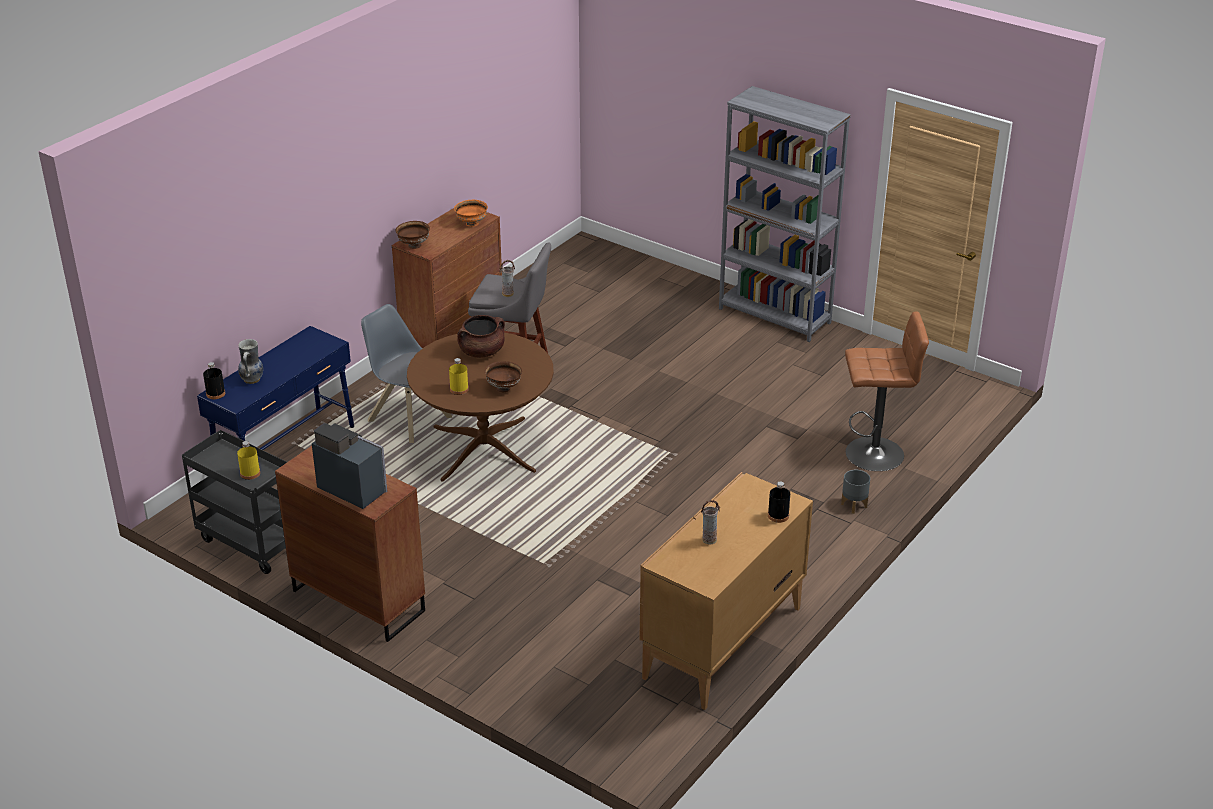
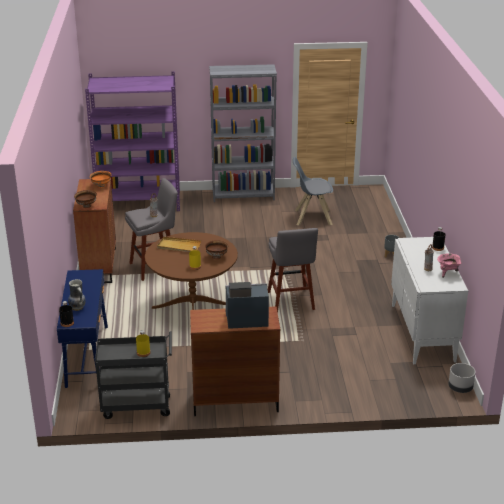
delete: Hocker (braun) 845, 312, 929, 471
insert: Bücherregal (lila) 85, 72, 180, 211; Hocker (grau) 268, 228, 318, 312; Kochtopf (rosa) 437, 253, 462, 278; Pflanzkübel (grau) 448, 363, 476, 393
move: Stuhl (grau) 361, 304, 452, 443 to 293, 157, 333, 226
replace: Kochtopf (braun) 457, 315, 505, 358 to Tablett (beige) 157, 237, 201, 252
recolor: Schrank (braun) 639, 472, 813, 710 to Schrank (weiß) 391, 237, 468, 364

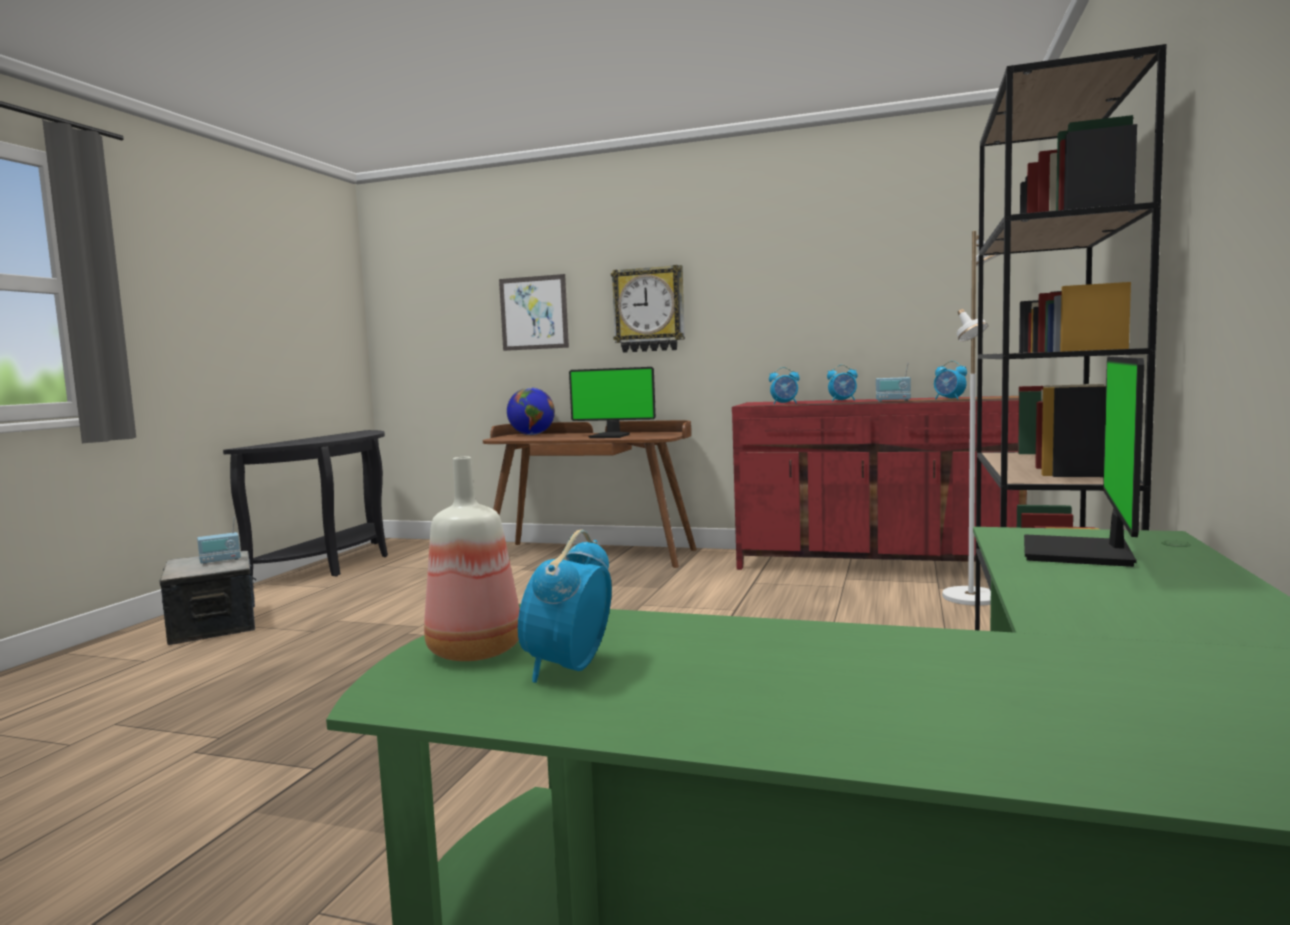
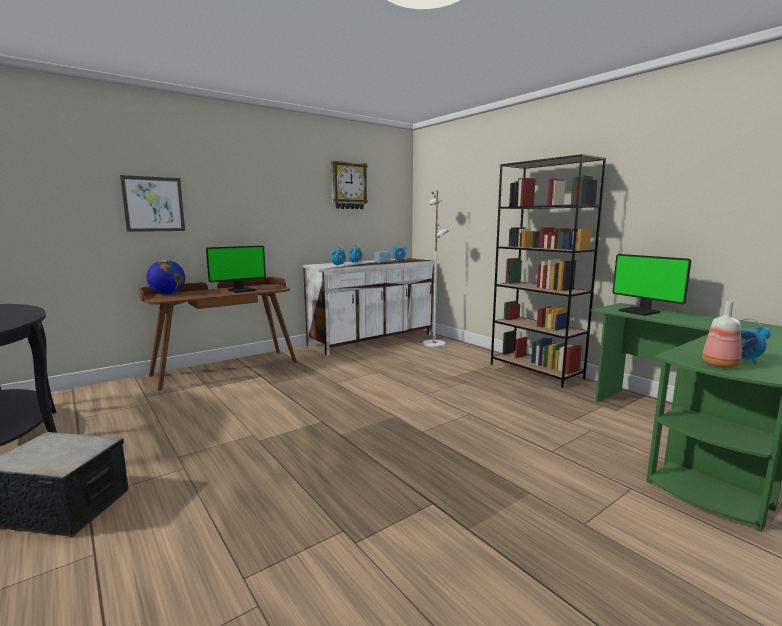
delete: Radio 197, 517, 241, 565
move: Wanduhr 611, 265, 685, 352 to 331, 161, 368, 209
recolor: Schrank (rot) 732, 396, 1027, 570 to Schrank (weiß) 303, 258, 434, 356

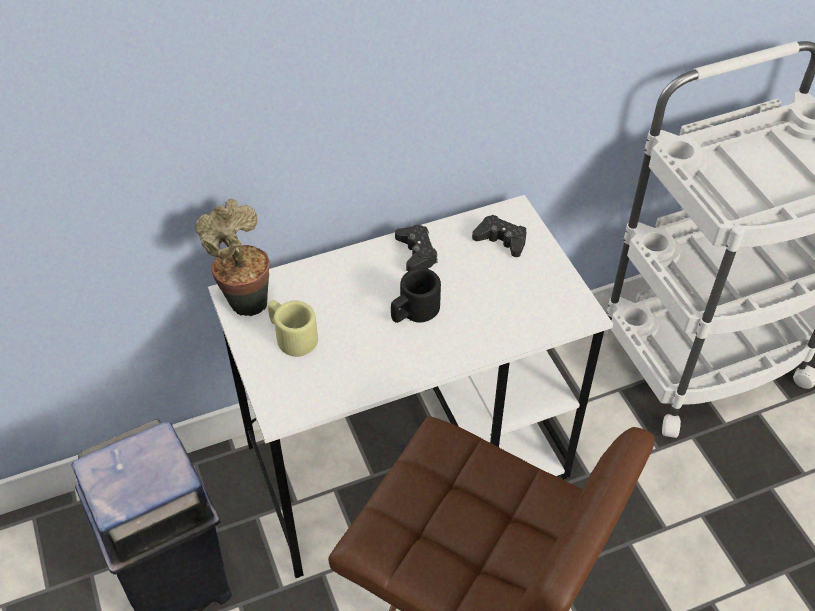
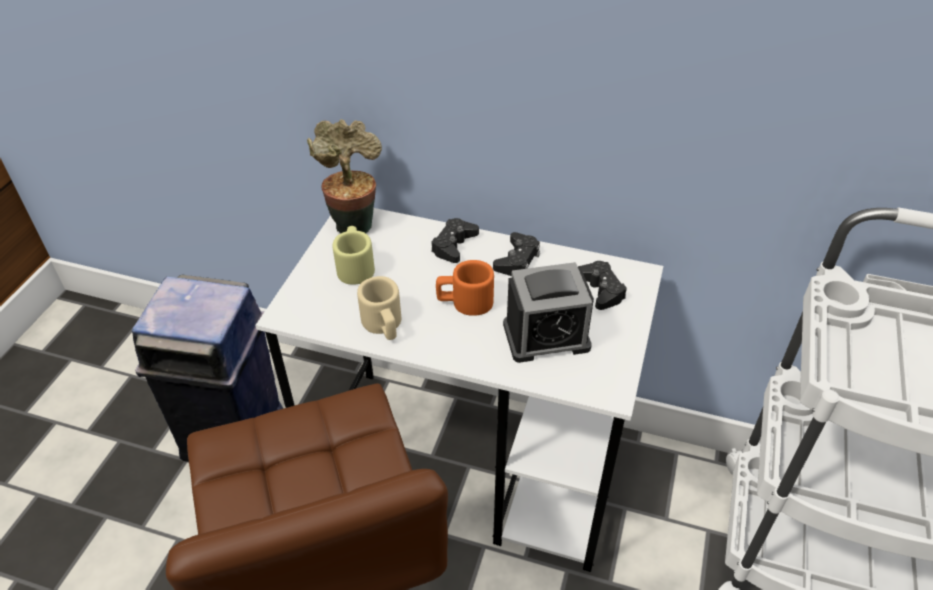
insert: Henkelbecher (beige) 357, 276, 401, 340; Gamepad (schwarz) 431, 218, 479, 263; Wecker 503, 262, 594, 363
recolor: Henkelbecher (schwarz) 391, 268, 441, 323 to Henkelbecher (orange) 436, 260, 494, 316

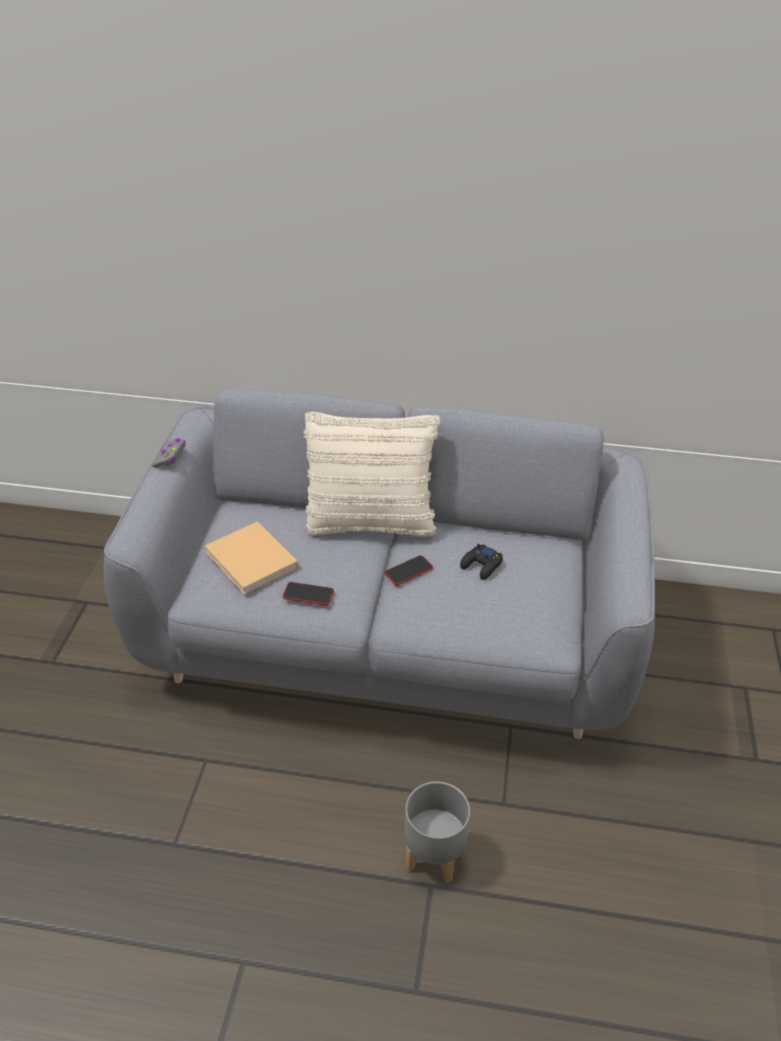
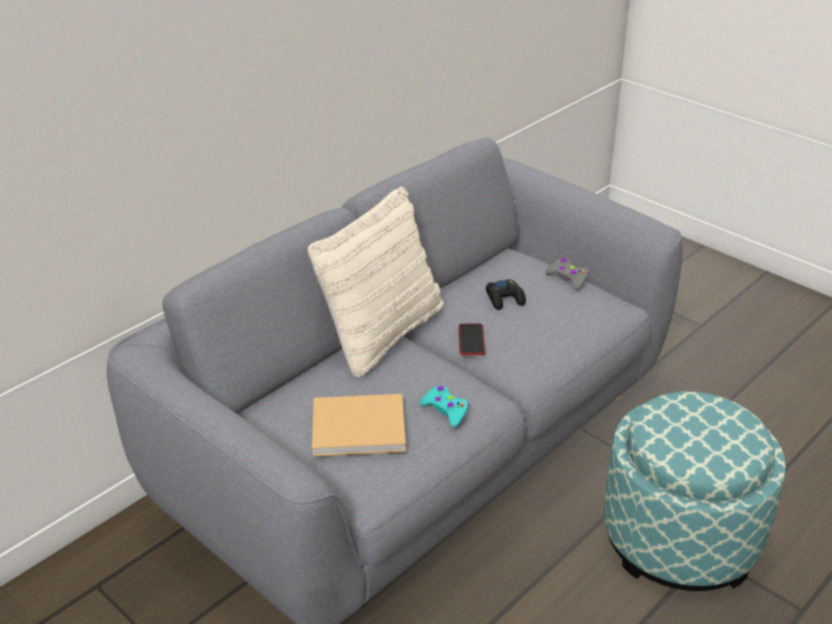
move: Gamepad (grau) 152, 438, 186, 467 to 546, 258, 589, 290
replace: Handy 283, 582, 334, 606 to Gamepad (türkis) 420, 385, 469, 427; Pflanzkübel (grau) 405, 781, 470, 883 to Polsterhocker 603, 391, 786, 591

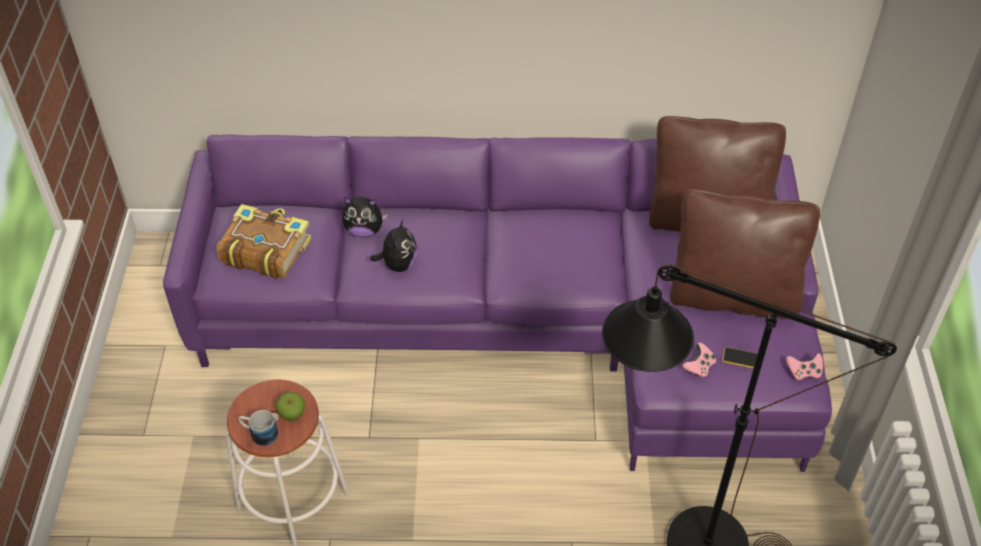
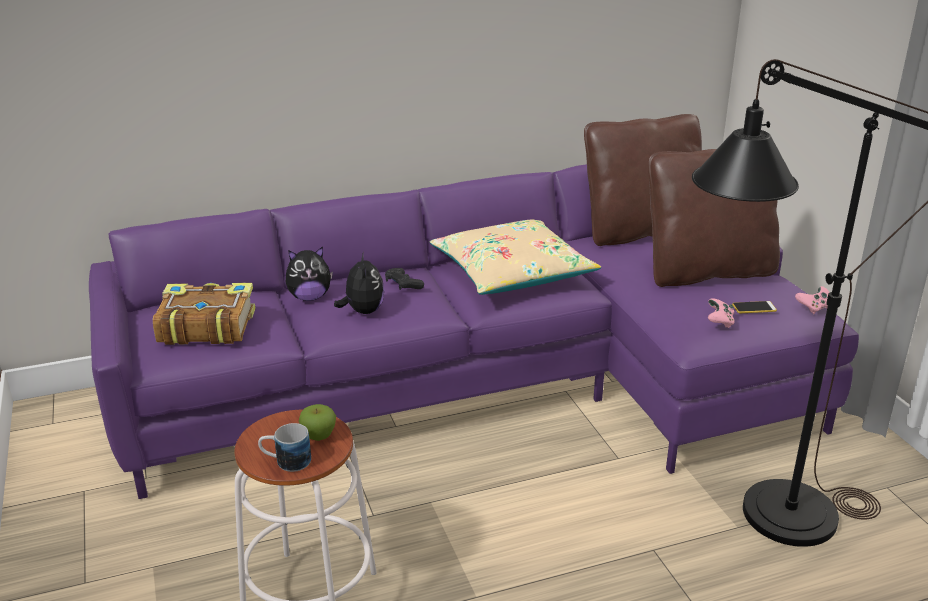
insert: Gamepad (schwarz) 385, 268, 424, 290; Kissen (beige) 430, 220, 601, 295

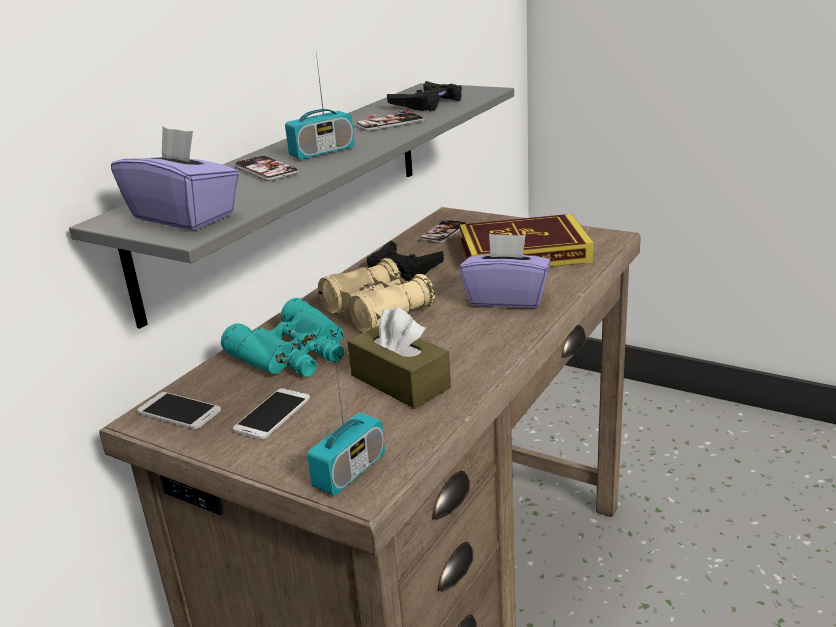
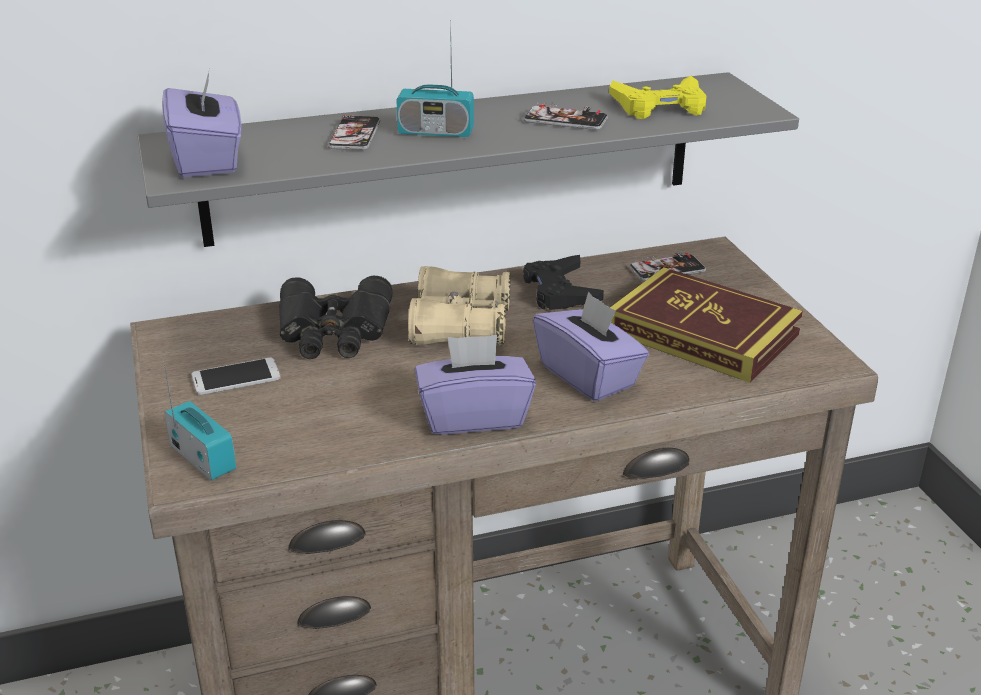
delete: Handy 137, 392, 221, 429; Taschentuchbox (braun) 347, 307, 451, 408
insert: Taschentuchbox (lila) 415, 335, 536, 434
recolor: Fernglas (türkis) 221, 298, 344, 377 to Fernglas (schwarz) 279, 276, 392, 359; Gamepad (schwarz) 387, 81, 462, 111 to Gamepad (gelb) 609, 76, 707, 119
rotate: Radio 307, 354, 385, 496 = 162, 353, 236, 481 120 degrees counterclockwise

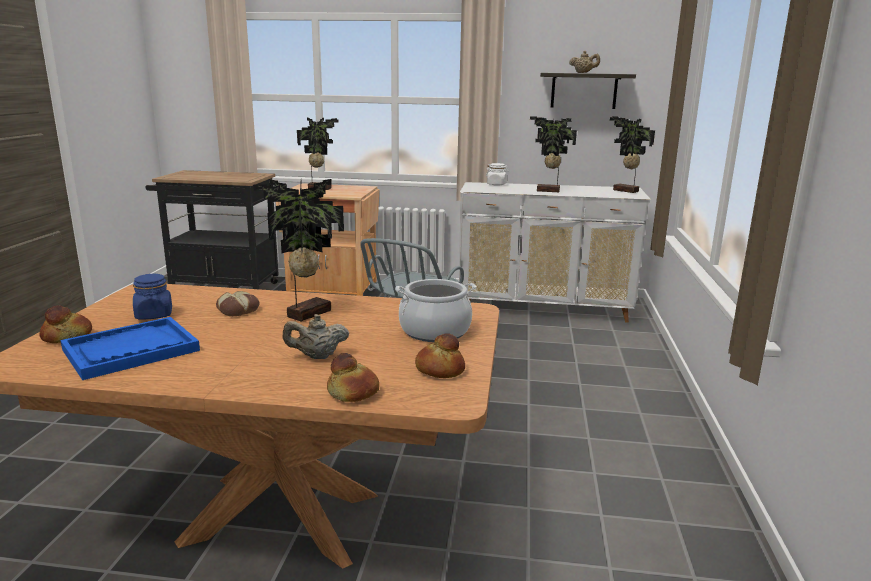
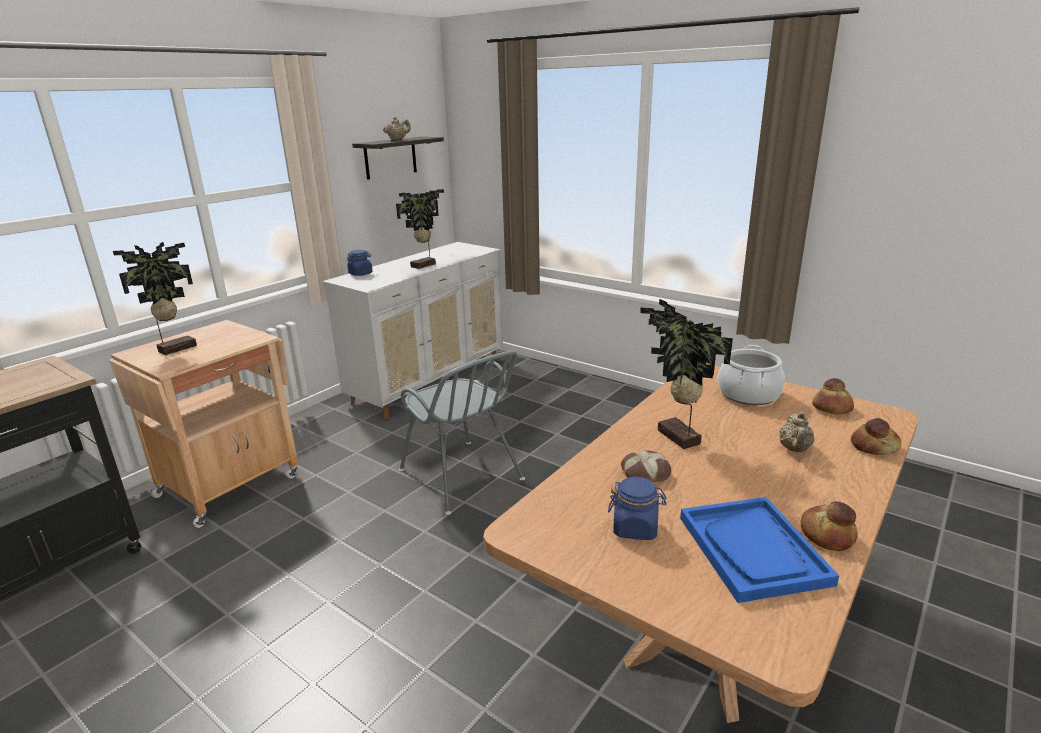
delete: Topfpflanze 610, 116, 655, 193
move: Brot 39, 305, 92, 343 to 801, 501, 858, 551
recolor: Vorratsglas (weiß) 486, 163, 509, 186 to Vorratsglas (blau) 347, 250, 373, 276

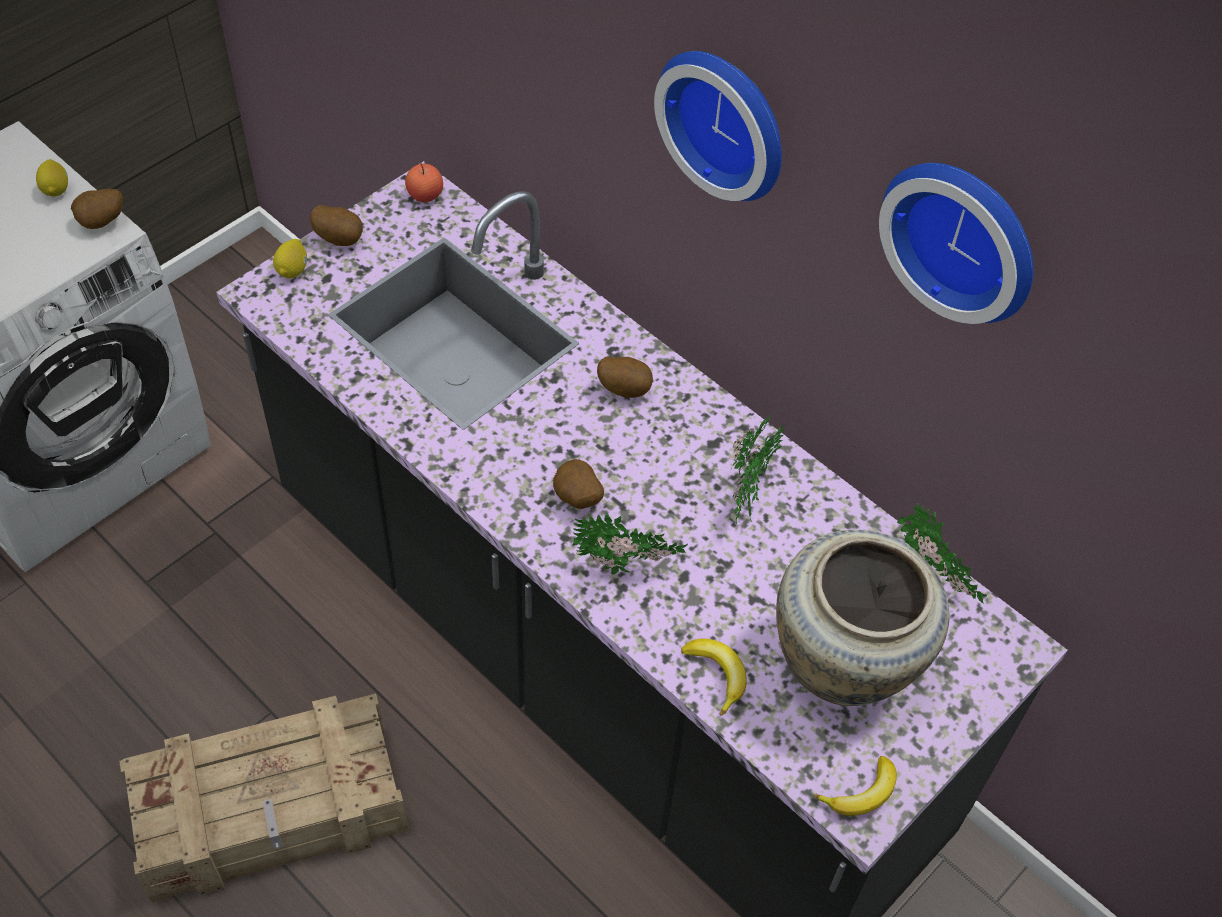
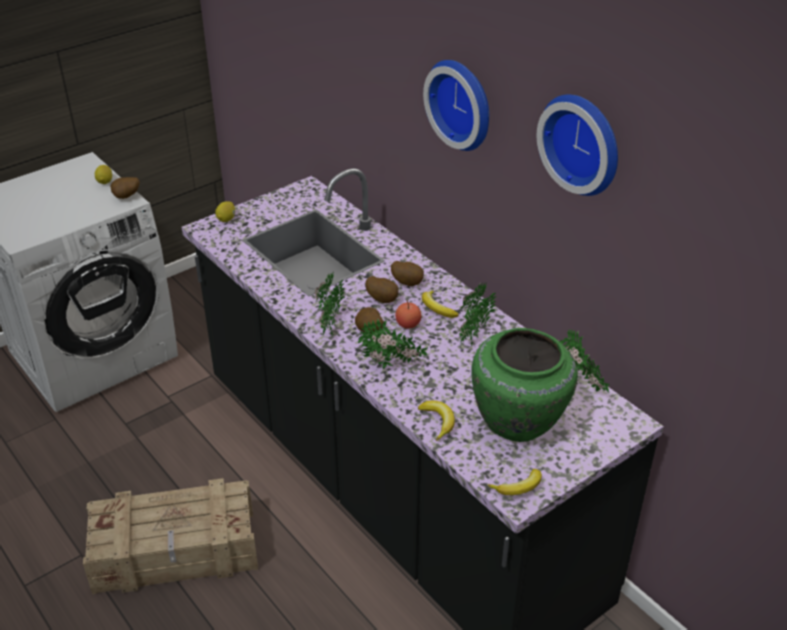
insert: Topfpflanze 314, 273, 345, 337; Banane 422, 290, 459, 318
move: Kartoffel 310, 205, 363, 246 to 365, 276, 399, 303; Apfel 405, 162, 443, 202 to 395, 300, 421, 329
recolor: Vase (beige) 776, 530, 950, 706 to Vase (grün) 471, 328, 578, 442

